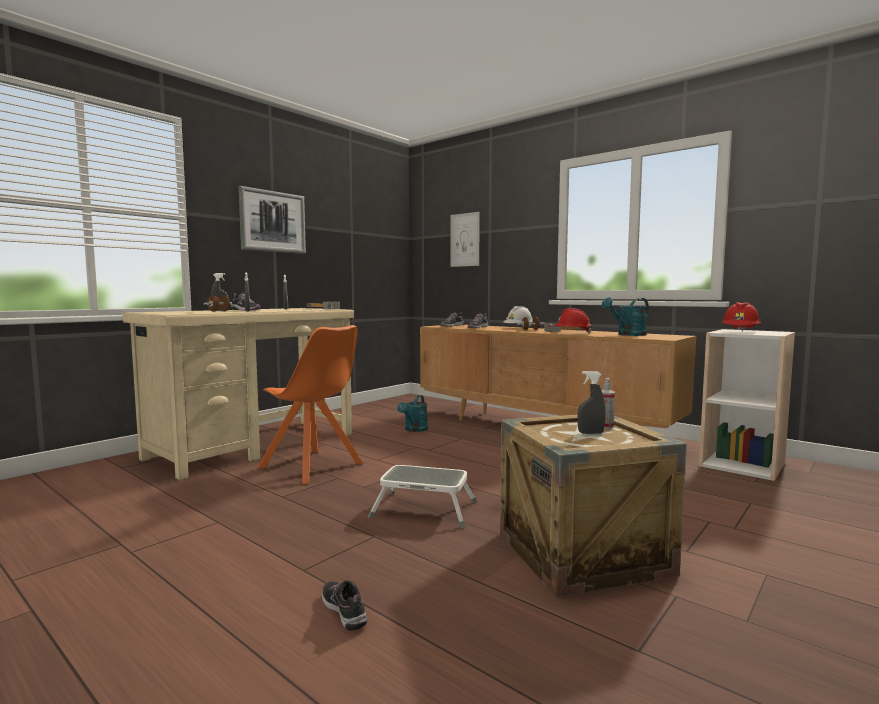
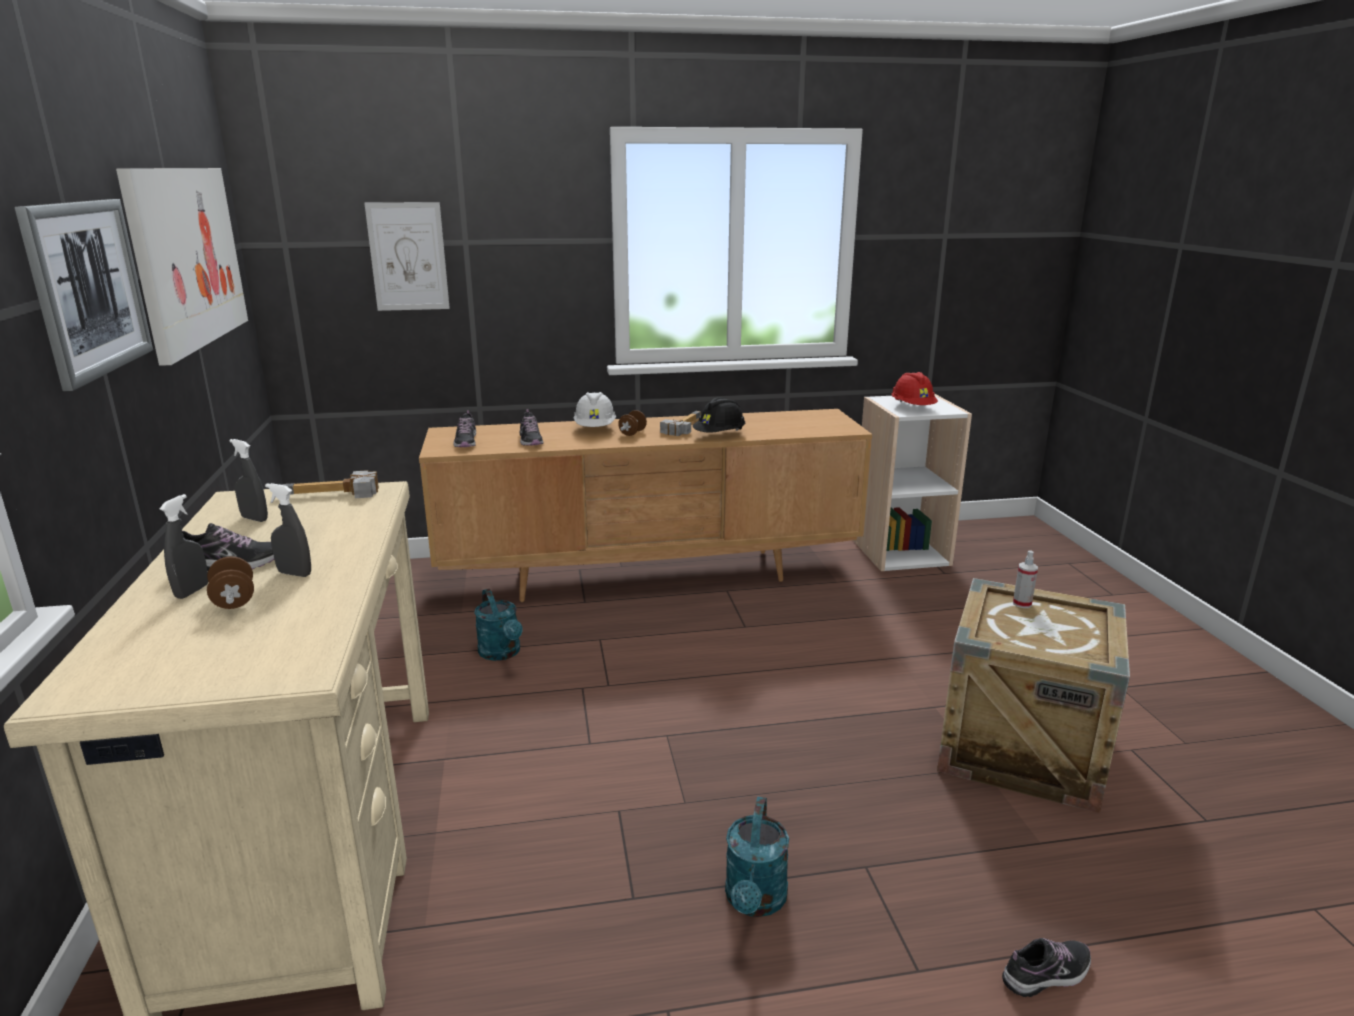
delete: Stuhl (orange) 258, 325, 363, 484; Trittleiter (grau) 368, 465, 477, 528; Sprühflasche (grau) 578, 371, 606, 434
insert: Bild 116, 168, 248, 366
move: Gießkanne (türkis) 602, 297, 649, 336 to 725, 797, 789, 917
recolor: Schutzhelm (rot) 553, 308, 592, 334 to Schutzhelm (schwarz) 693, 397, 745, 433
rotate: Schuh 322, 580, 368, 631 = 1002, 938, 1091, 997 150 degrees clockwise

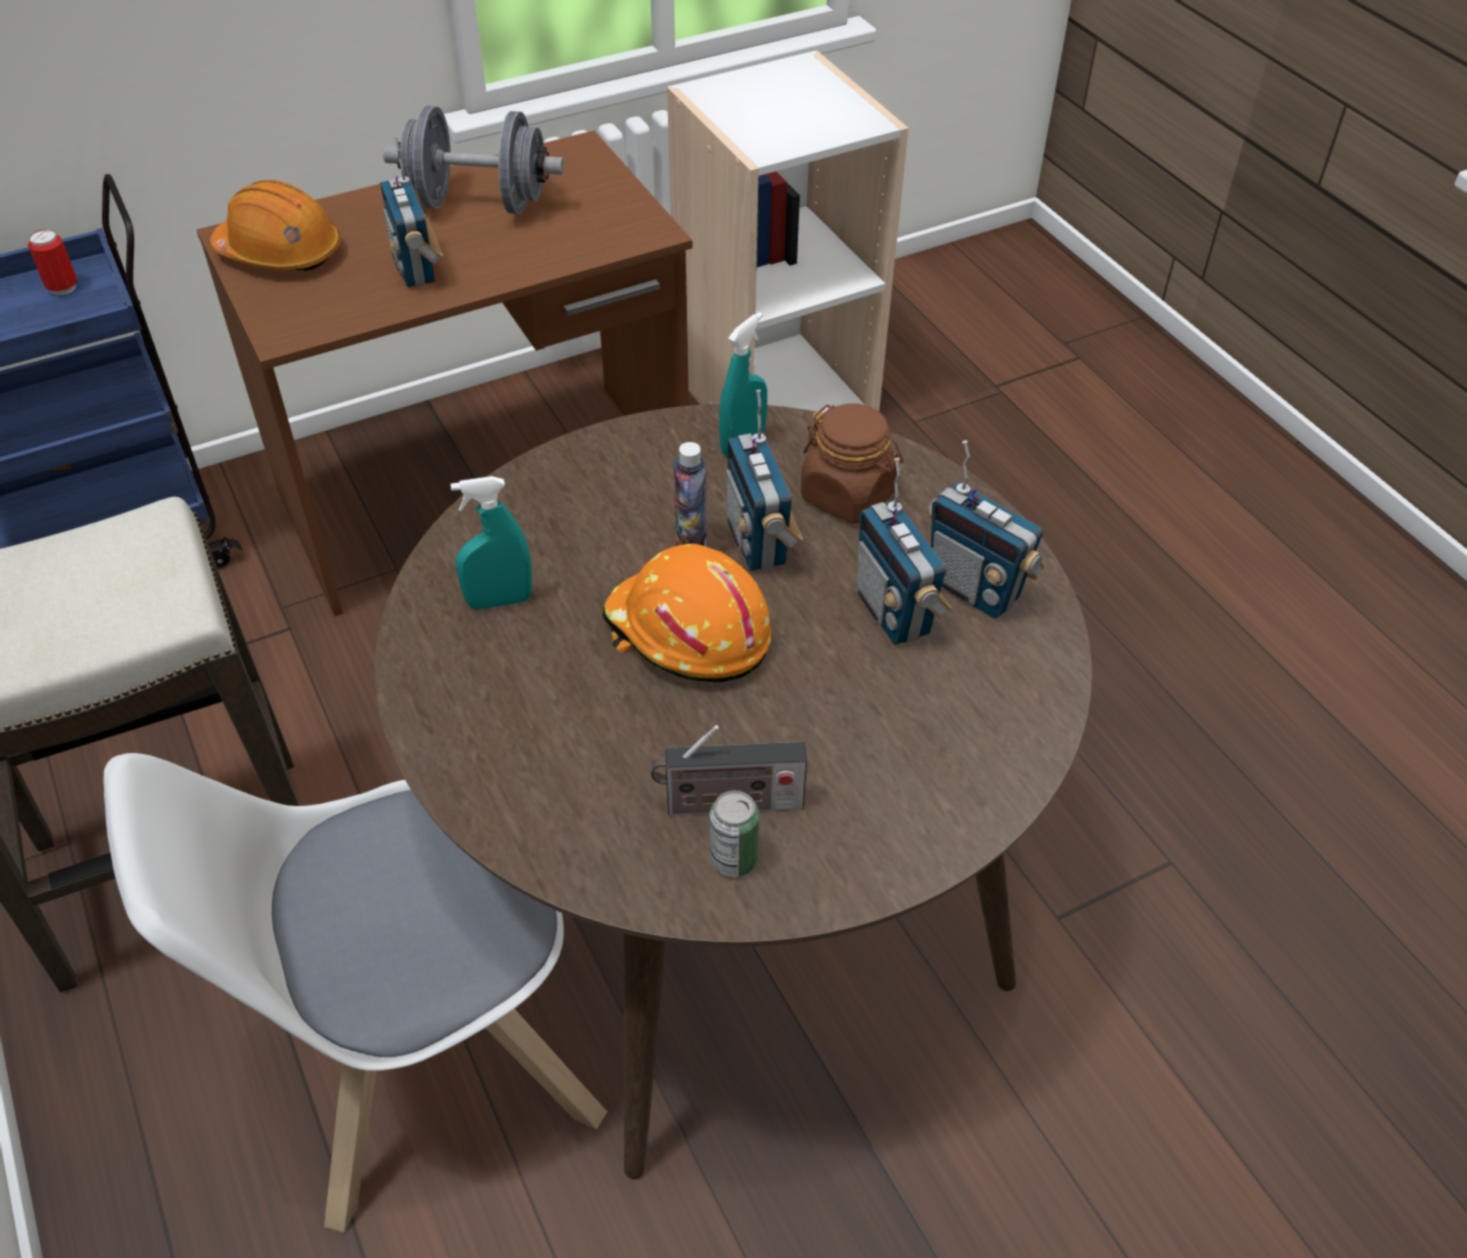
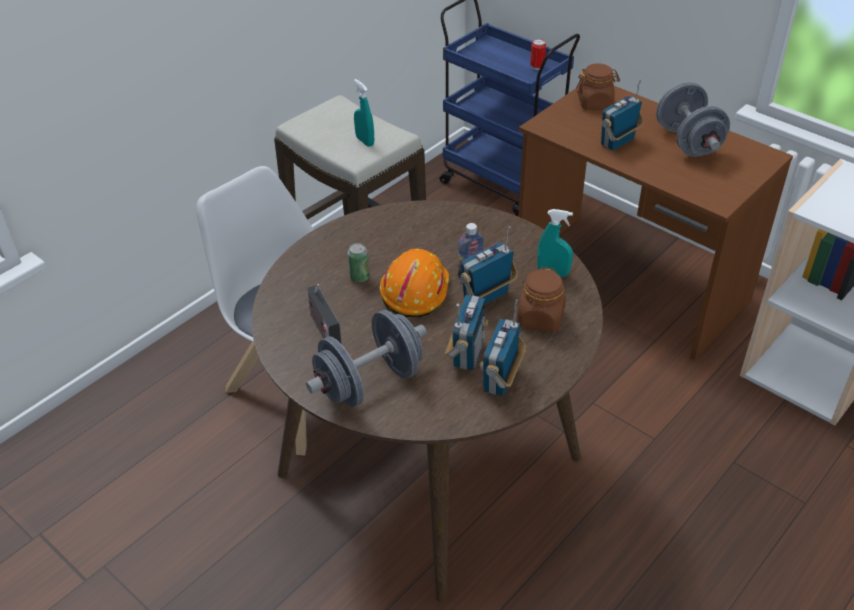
insert: Hantel (grau) 306, 310, 427, 407
move: Sprühflasche (türkis) 450, 476, 532, 610 to 354, 79, 374, 147; Dose 710, 790, 760, 877 to 347, 243, 369, 282
replace: Schutzhelm (orange) 210, 180, 341, 271 to Vorratsglas (braun) 576, 63, 620, 110
rotate: Radio 856, 458, 952, 645 = 445, 295, 488, 370 150 degrees clockwise

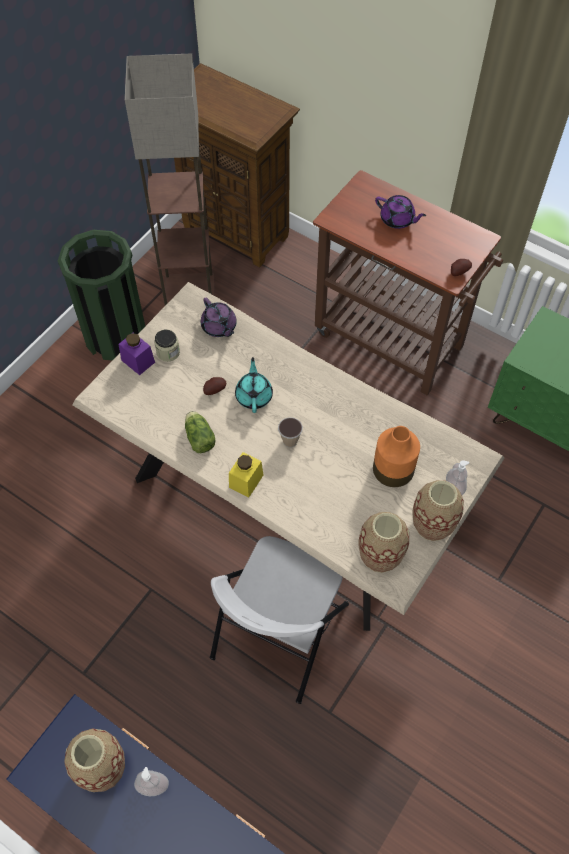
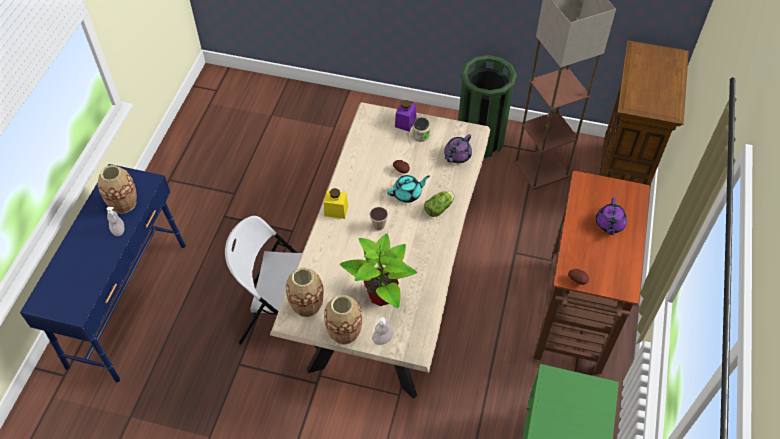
move: Salatkopf 185, 411, 216, 453 to 424, 191, 454, 217
replace: Vase (orange) 373, 426, 420, 487 to Topfpflanze 340, 233, 417, 308

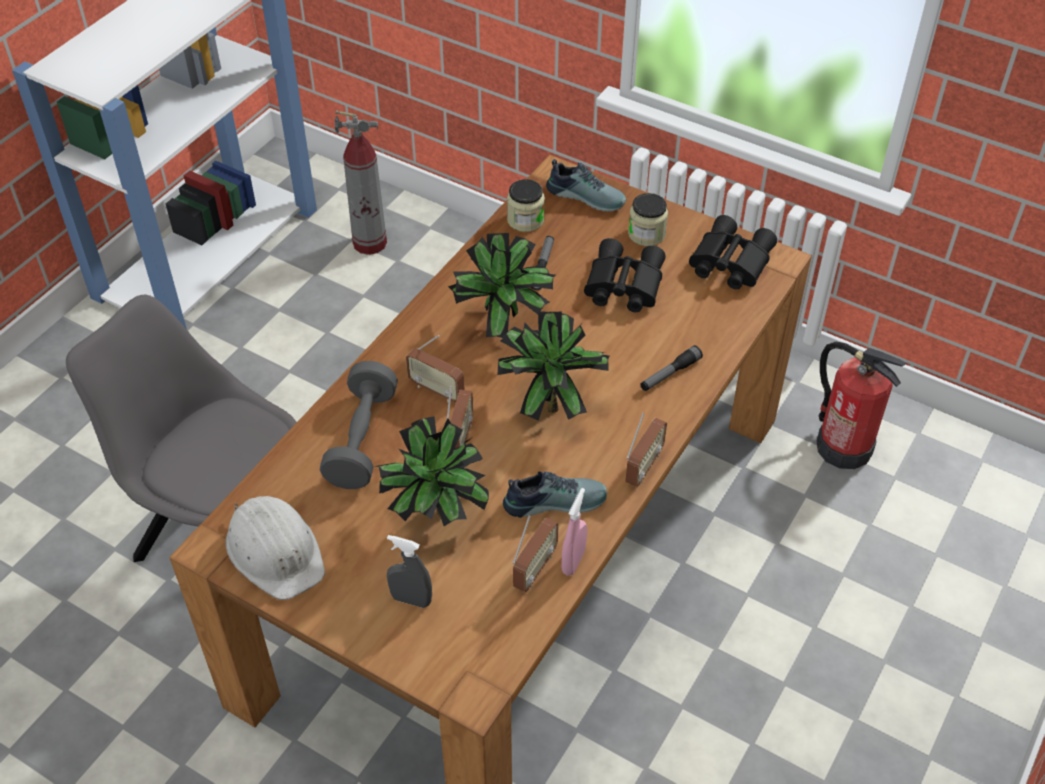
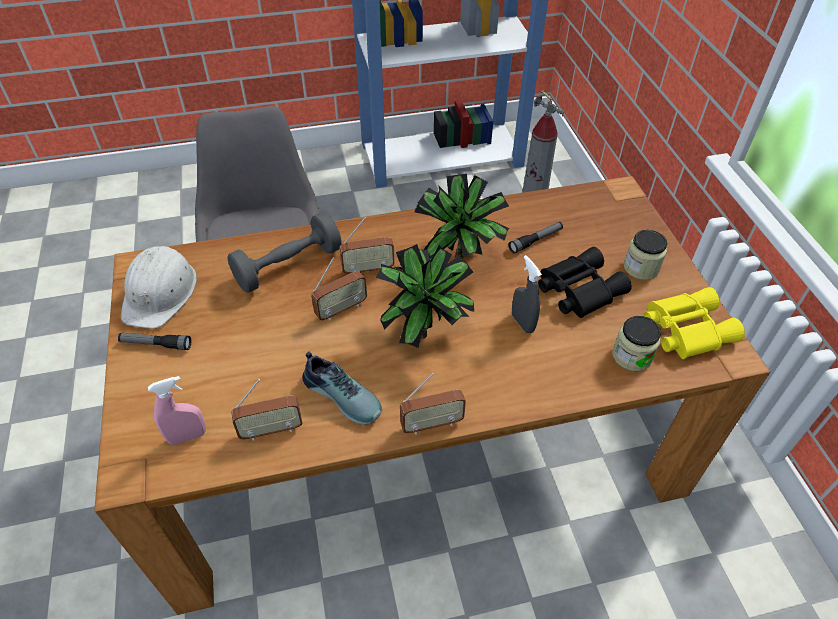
delete: Topfpflanze 376, 416, 489, 526; Schuh 546, 159, 626, 212; Feuerlöscher 817, 342, 906, 469
move: Sprühflasche (grau) 387, 535, 432, 608 to 512, 255, 542, 334; Vorratsglas 507, 179, 545, 232 to 612, 316, 661, 371; Sprühflasche (rosa) 561, 488, 587, 576 to 148, 376, 206, 445; Taschenlampe 640, 345, 703, 391 to 118, 333, 191, 350
recolor: Fernglas (schwarz) 689, 215, 777, 289 to Fernglas (gelb) 644, 287, 745, 359
rotate: Radio 406, 335, 465, 402 = 339, 217, 395, 274 90 degrees counterclockwise

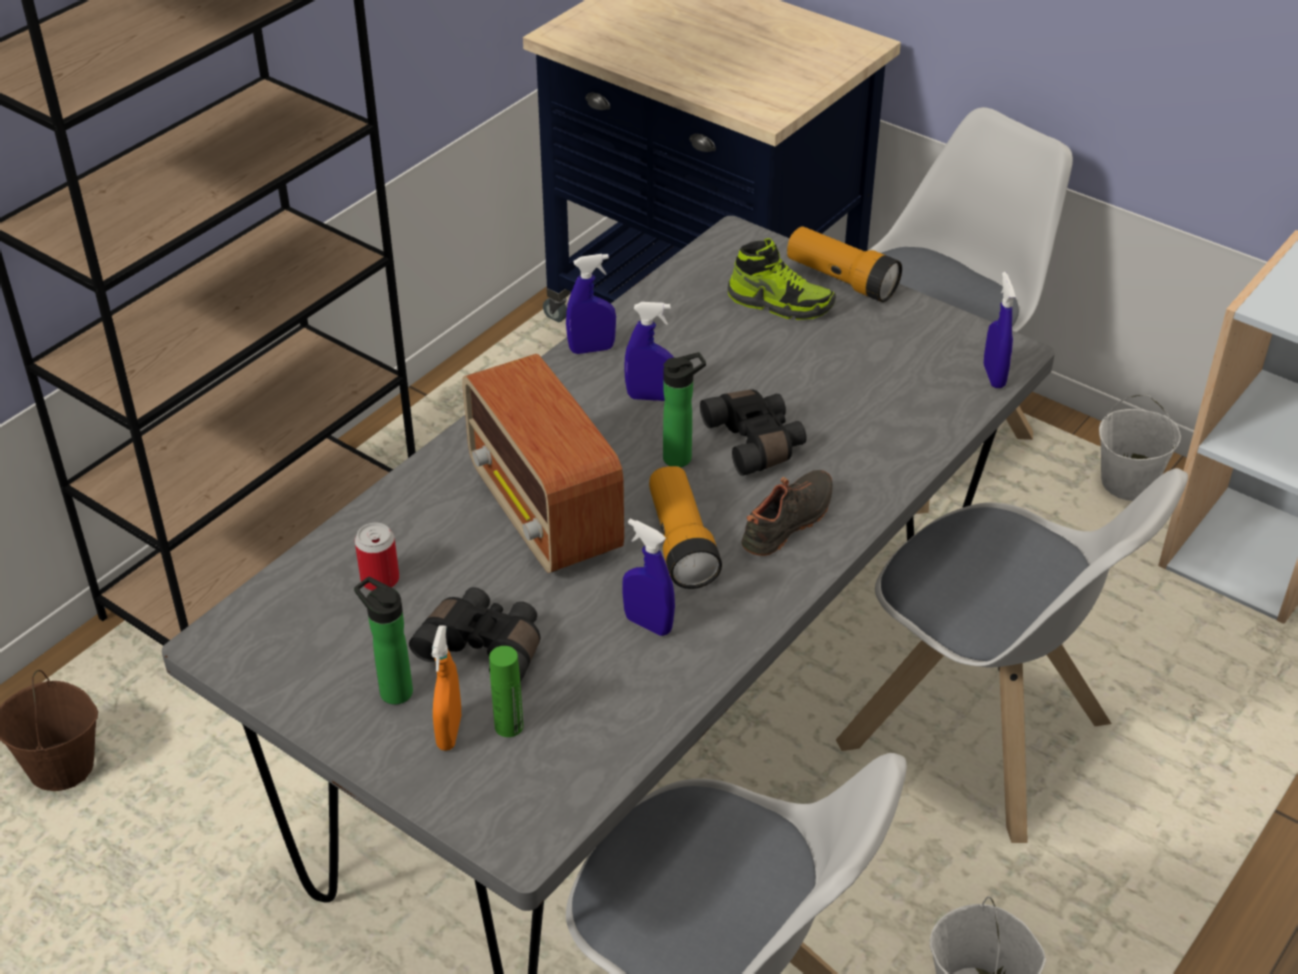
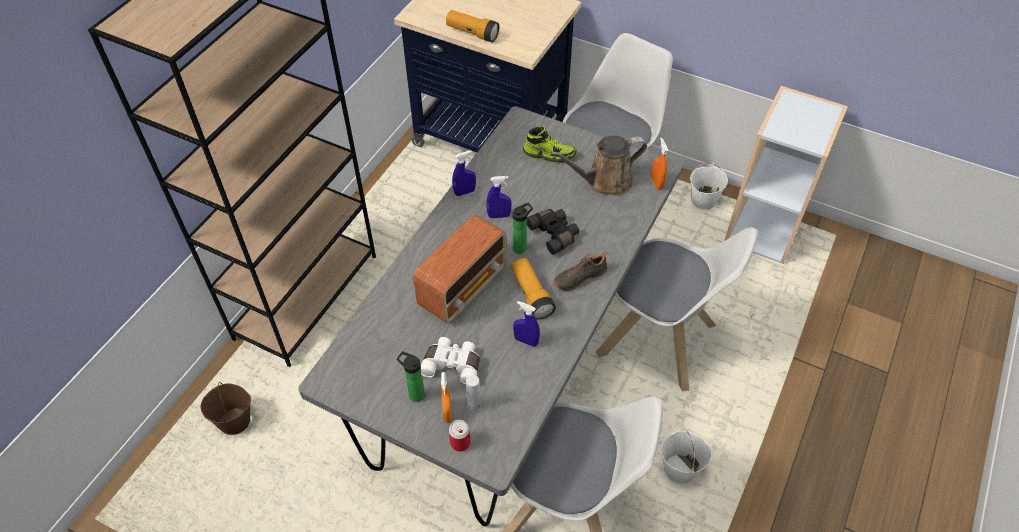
insert: Gießkanne (braun) 551, 136, 647, 196
move: Dose 355, 523, 399, 591 to 449, 420, 470, 452; Taschenlampe 787, 226, 902, 302 to 446, 10, 499, 42
recolor: Fernglas (schwarz) 409, 587, 540, 682 to Fernglas (weiß) 421, 337, 480, 384; Flasche (grün) 489, 646, 523, 737 to Flasche (weiß) 466, 375, 481, 411; Sprühflasche (blau) 984, 272, 1016, 388 to Sprühflasche (orange) 651, 138, 669, 190
rotate: Radio 463, 354, 624, 573 = 413, 215, 507, 323 105 degrees counterclockwise; Schuh (schwarz) 741, 470, 833, 556 = 554, 252, 608, 291 150 degrees counterclockwise

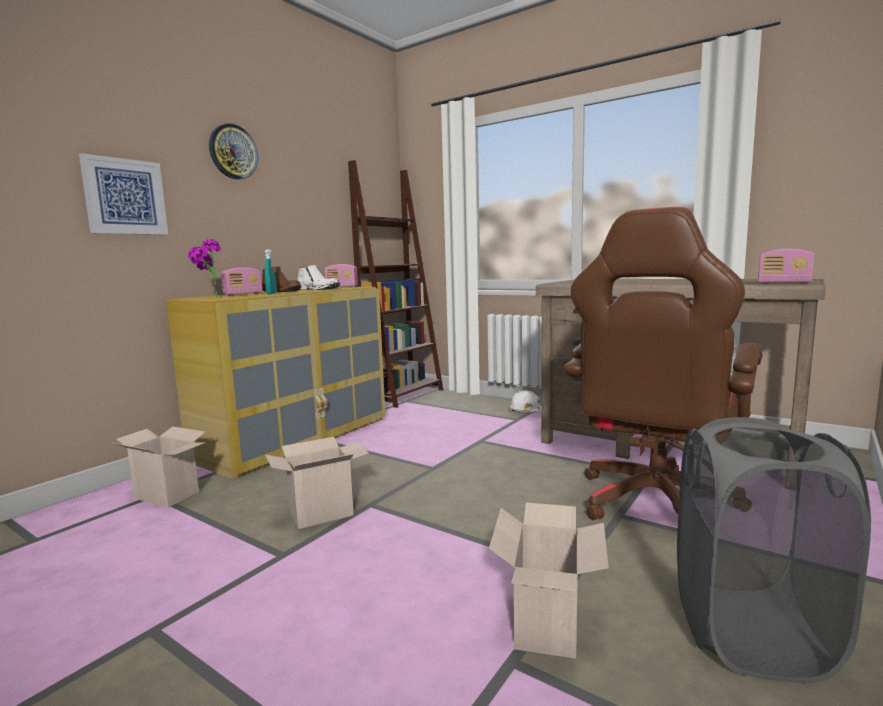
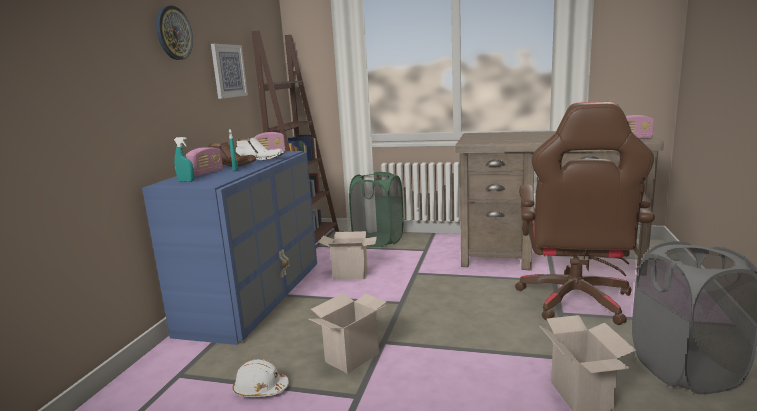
insert: Wäschekorb (grün) 349, 172, 404, 247
move: Bild 79, 153, 168, 235 to 211, 44, 248, 99; Karton 113, 426, 205, 507 to 319, 231, 377, 280; Schutzhelm (weiß) 509, 391, 541, 412 to 233, 359, 289, 397
replace: Topfpflanze 188, 239, 221, 297 to Sprühflasche (türkis) 174, 137, 194, 182
recolor: Schrank (gelb) 165, 287, 386, 479 to Schrank (blau) 142, 151, 317, 345

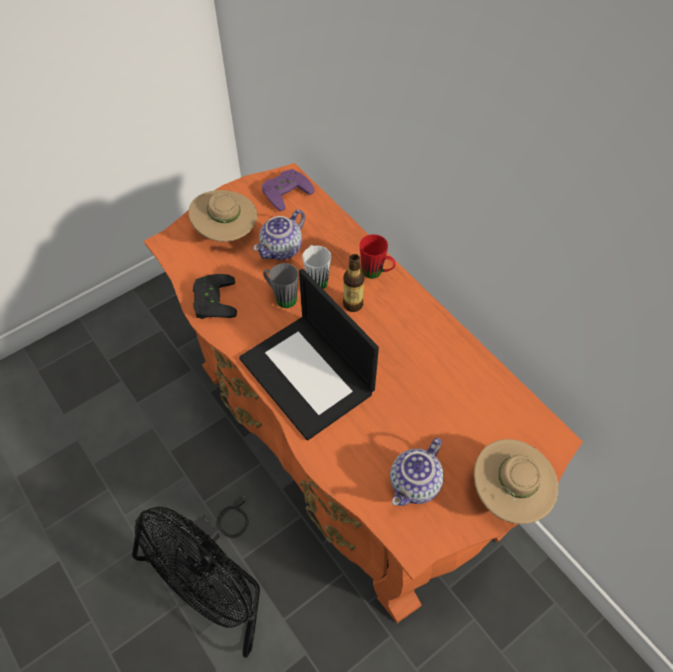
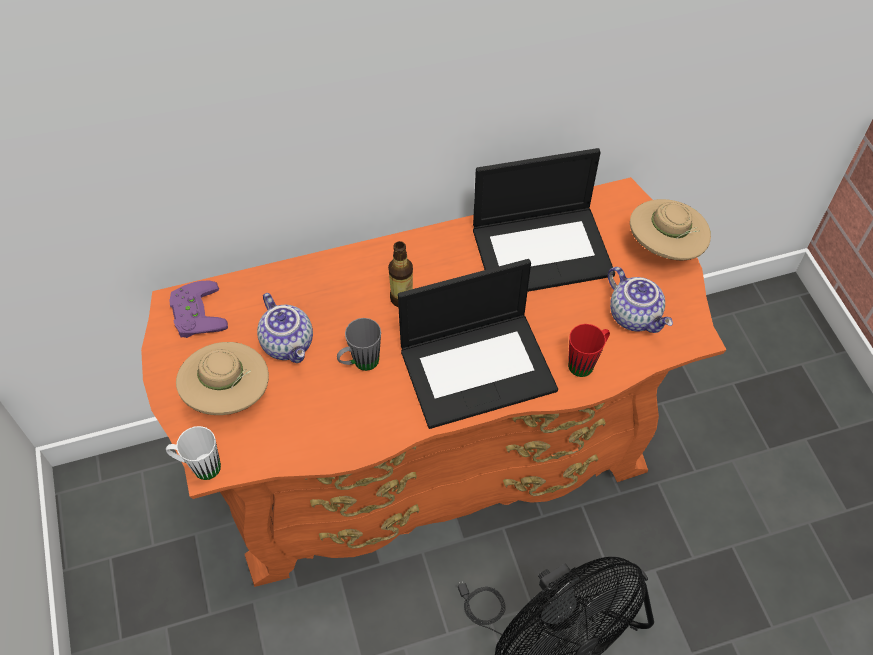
delete: Gamepad (schwarz) 193, 274, 237, 319
insert: Laptop 473, 148, 615, 292
move: Henkelbecher (weiß) 302, 245, 331, 289 to 166, 426, 221, 480; Henkelbecher (rot) 360, 234, 395, 279 to 568, 324, 610, 377

